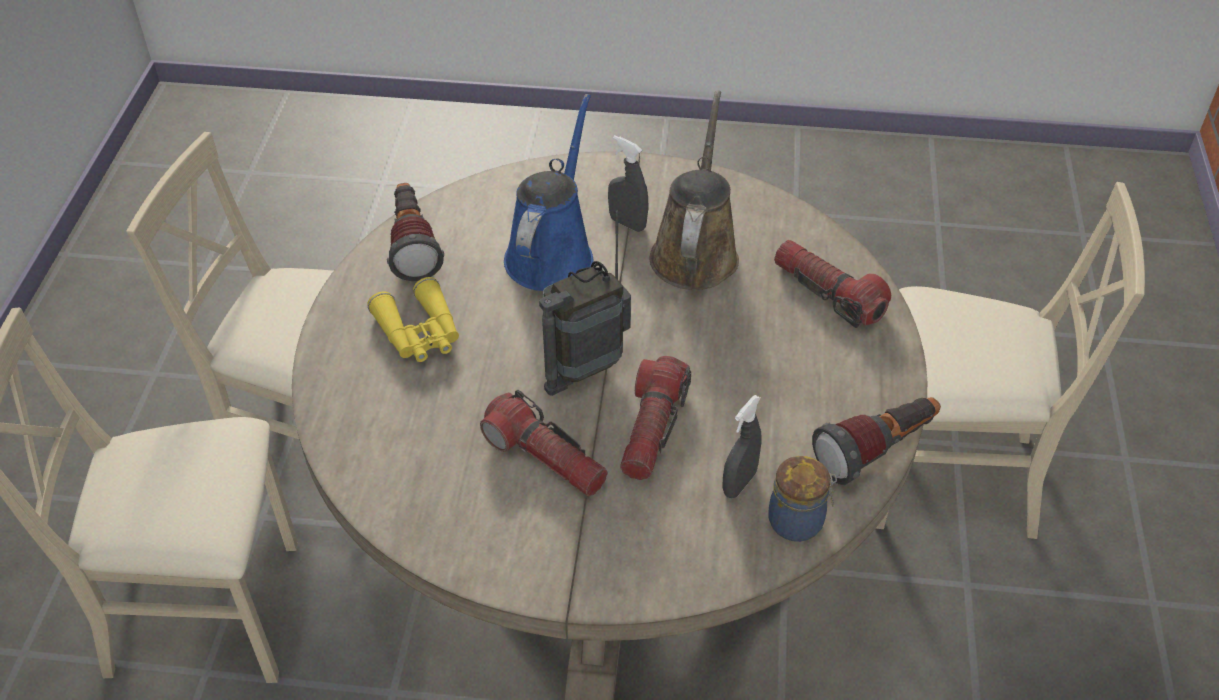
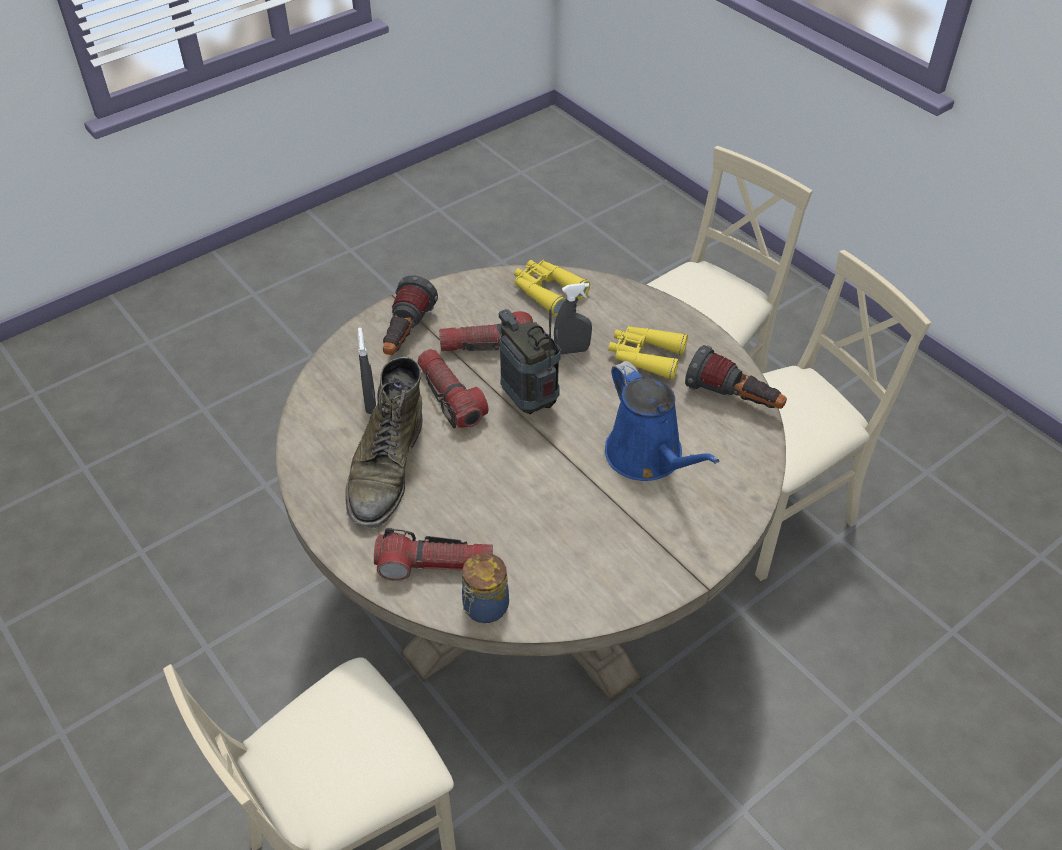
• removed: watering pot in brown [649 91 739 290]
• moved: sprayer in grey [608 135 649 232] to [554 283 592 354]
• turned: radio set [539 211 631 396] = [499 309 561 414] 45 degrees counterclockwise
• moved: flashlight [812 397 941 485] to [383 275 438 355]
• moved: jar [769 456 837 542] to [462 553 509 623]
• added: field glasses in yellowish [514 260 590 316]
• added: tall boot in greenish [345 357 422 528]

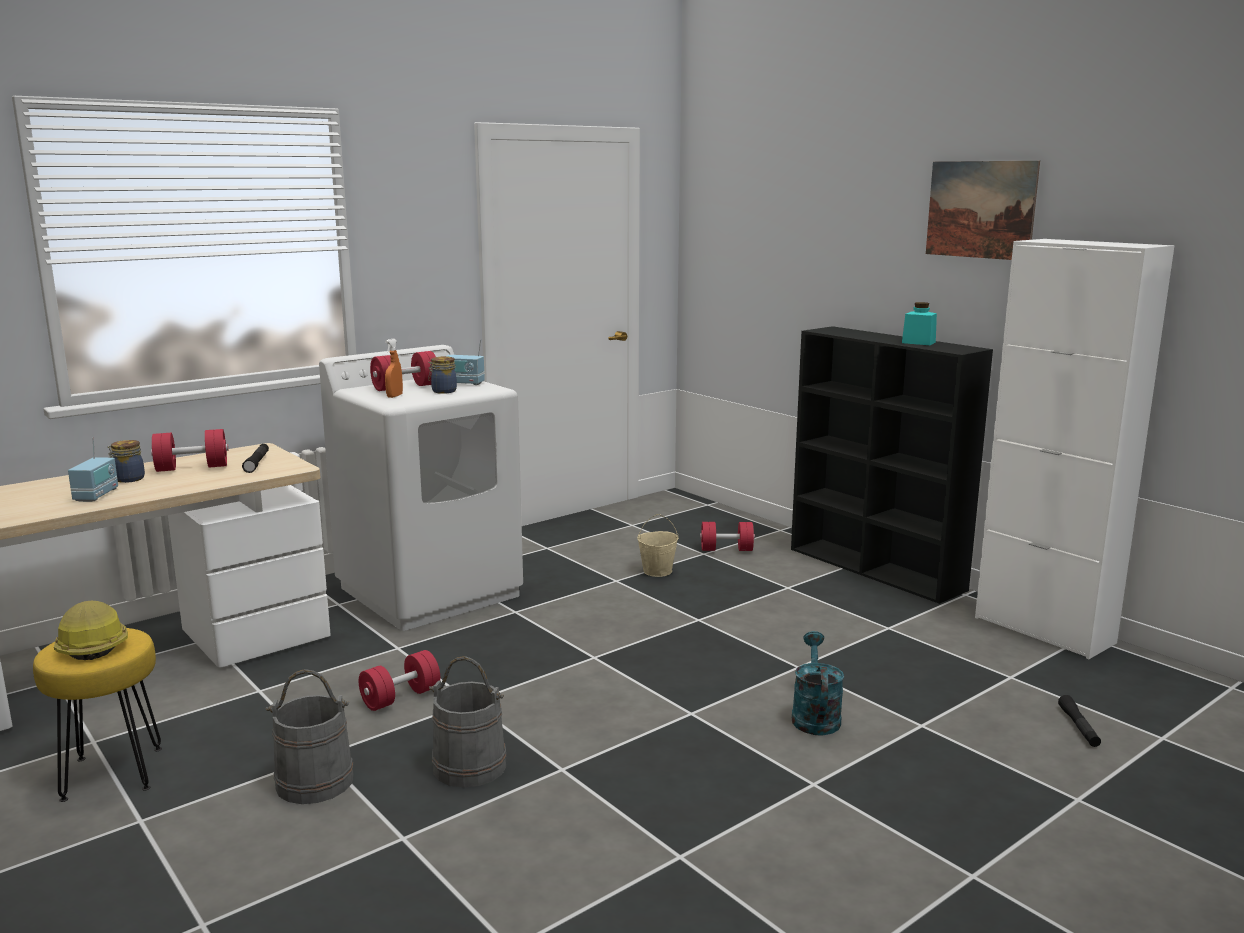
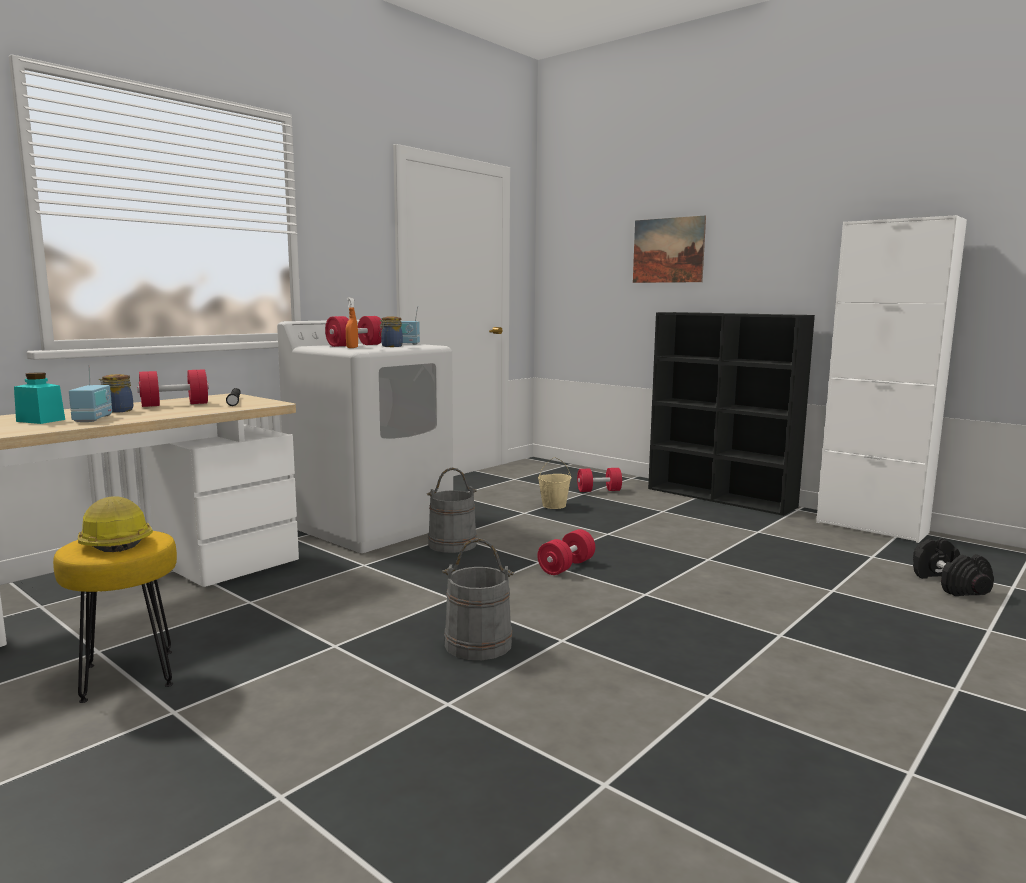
• moved: wall art [926 161 1040 260] to [633 216 706 283]
• moved: jar in blue-green [902 302 937 345] to [14 372 65 424]
• removed: watering pot in blue-green [792 631 844 735]
• moved: free weight in reddish [359 650 440 711] to [537 529 595 575]
• moved: bucket in grey [266 669 354 804] to [427 468 477 553]
• replaced: flashlight in black-coloured [1058 695 1101 747] to free weight in black-coloured [913 538 994 596]

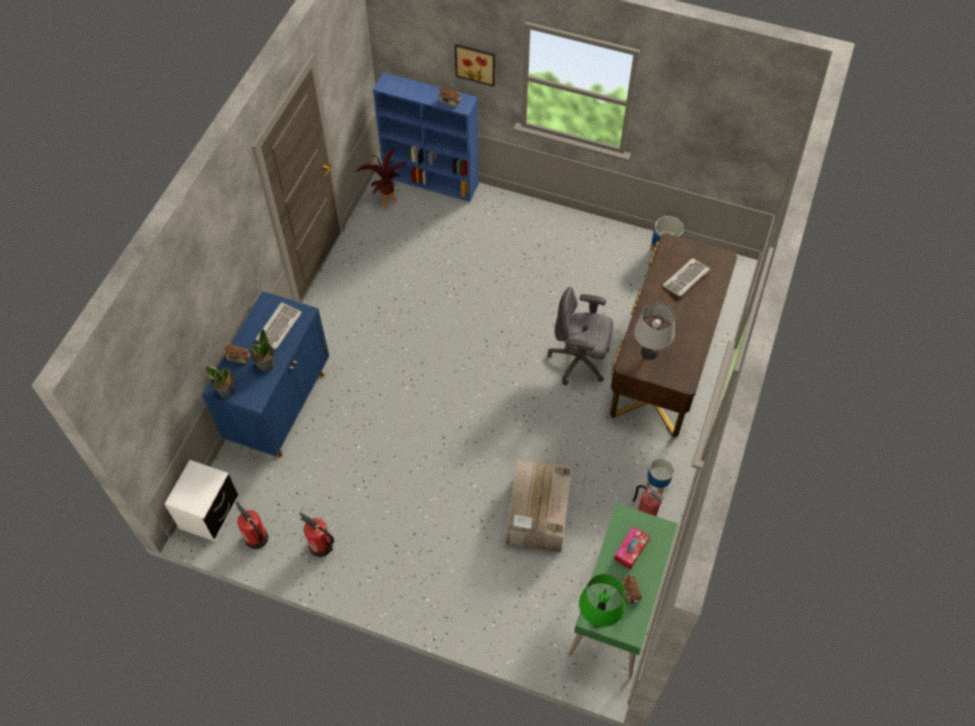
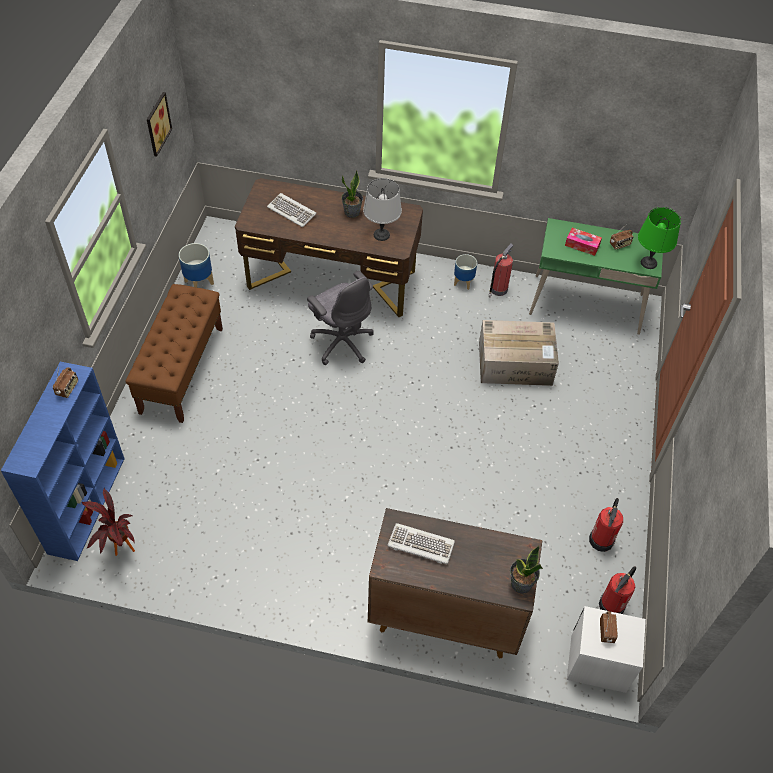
• moved: wall art [455 44 495 87] to [147 92 172 157]
• turned: desk chair in grey [547 287 613 385] = [307 271 374 365] 45 degrees counterclockwise
• recoloured: cabinet in blue [202 291 329 457] to cabinet in brown [368 508 542 658]
• moved: houseplant [250 329 275 371] to [341 171 363 218]
• moved: radio set [224 342 250 364] to [600 611 618 643]
• added: indoor bench in brown [126 284 223 423]

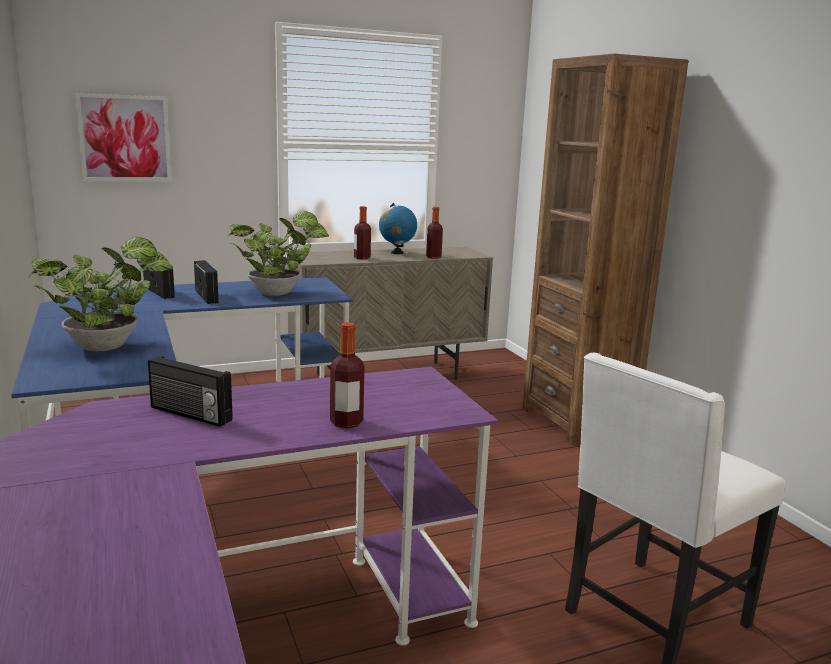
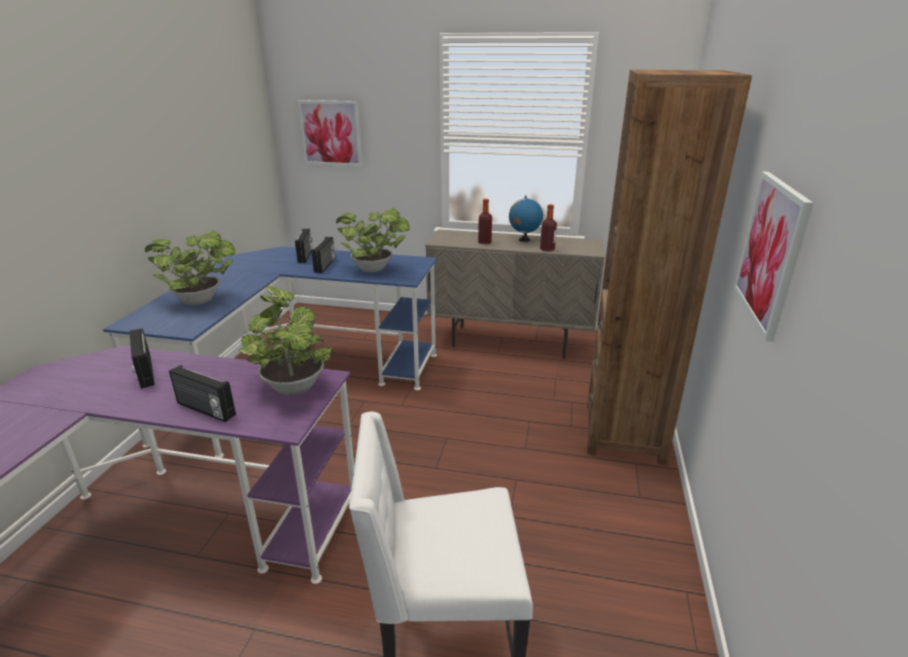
• replaced: drink bottle [330 322 364 428] to radio set [169 365 236 422]
• added: wall art [734 172 813 342]
• added: houseplant [239 286 334 396]

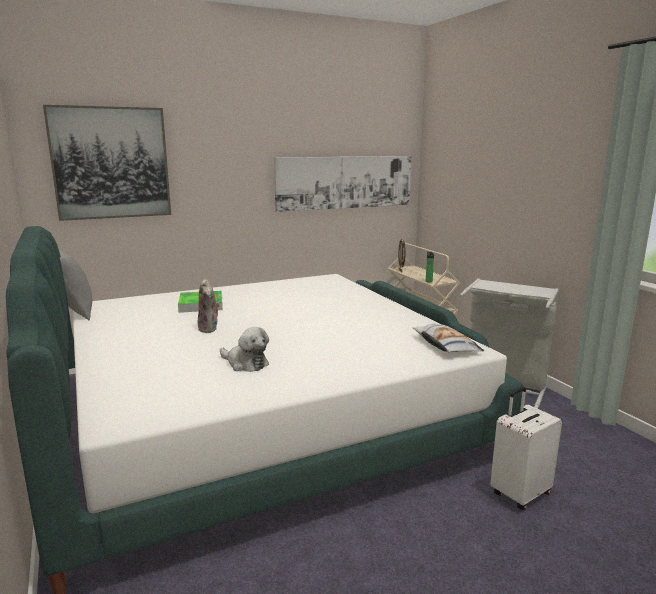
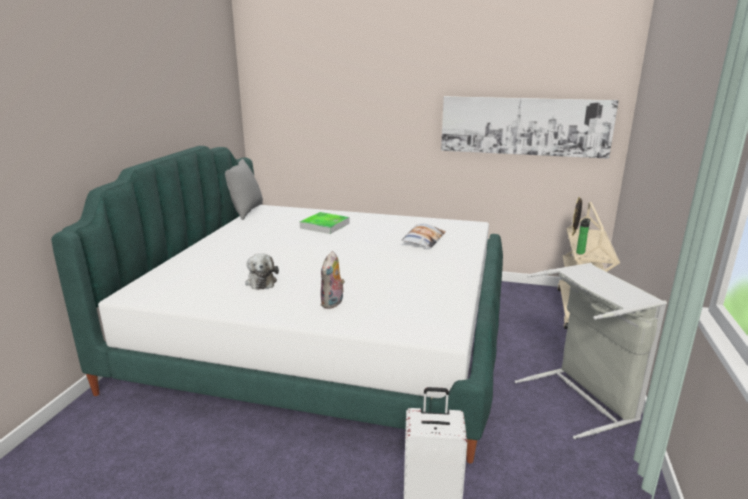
• removed: wall art [43 105 171 221]
• moved: plush toy [197 279 220 333] to [320 251 345 309]
• moved: cushion [412 324 484 352] to [401 224 446 248]

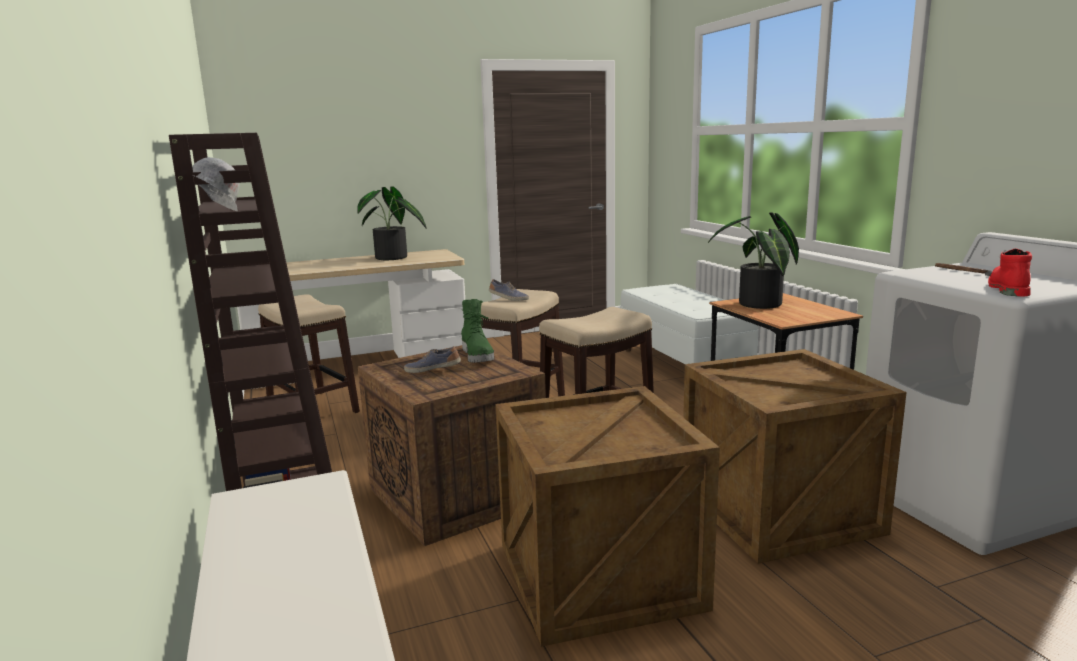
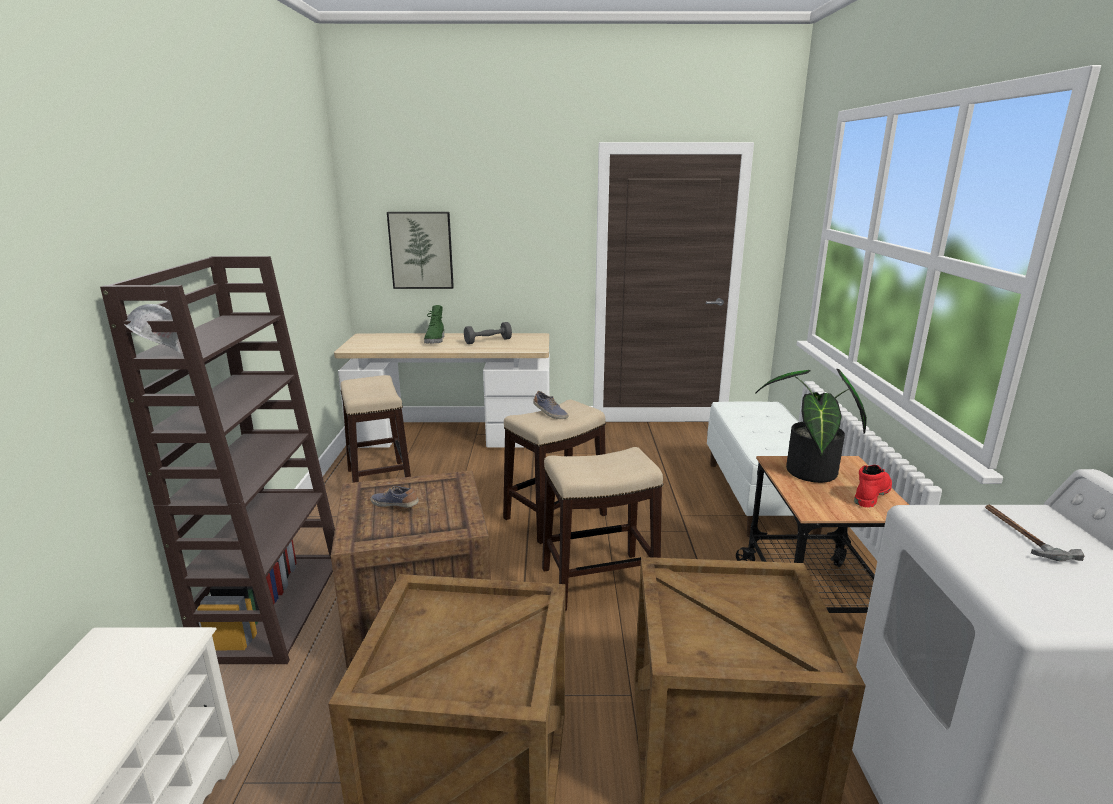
• replaced: houseplant [358 187 426 260] to free weight in grey [464 322 512 344]
• moved: tall boot in reddish [988 249 1032 297] to [854 465 892 508]
• moved: tall boot in greenish [461 299 494 363] to [424 305 444 343]
• added: wall art [387 212 454 289]

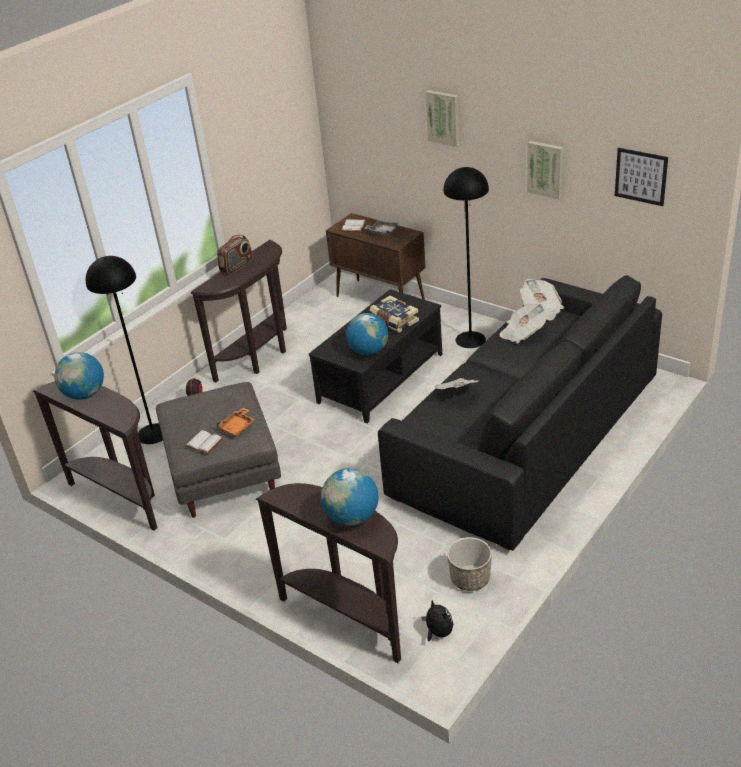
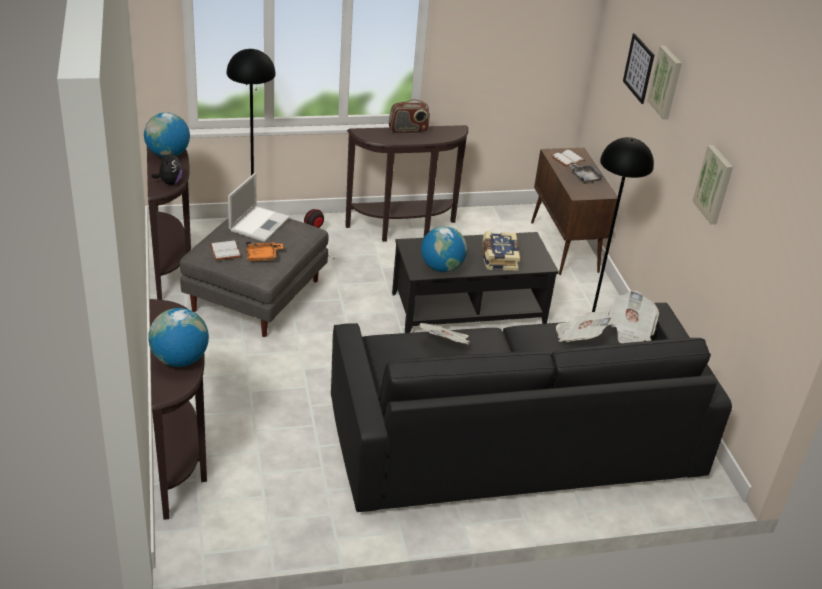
• moved: wall art [615 148 668 206] to [623 33 654 104]
• removed: planter [447 537 492 591]
• moved: plush toy [422 600 453 641] to [151 150 183 185]
• added: portable computer [228 173 290 242]

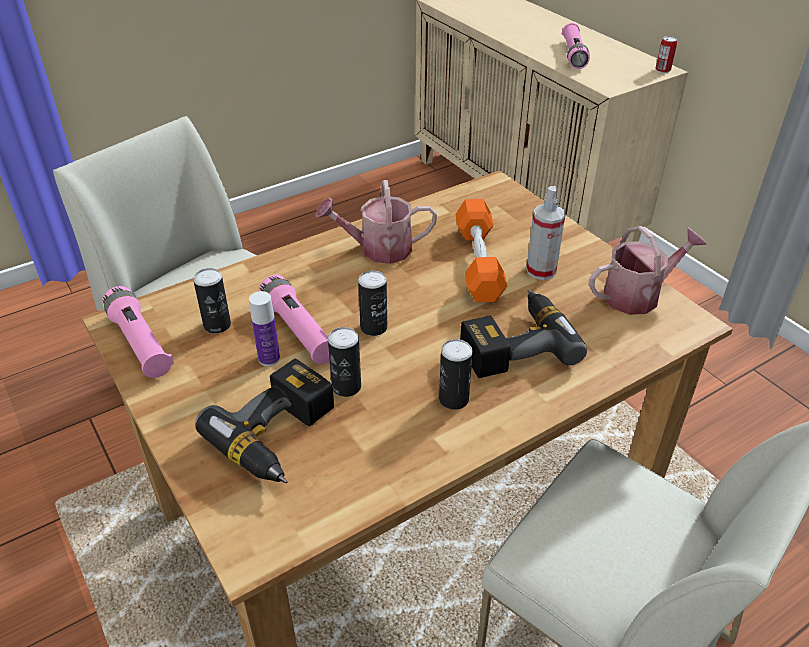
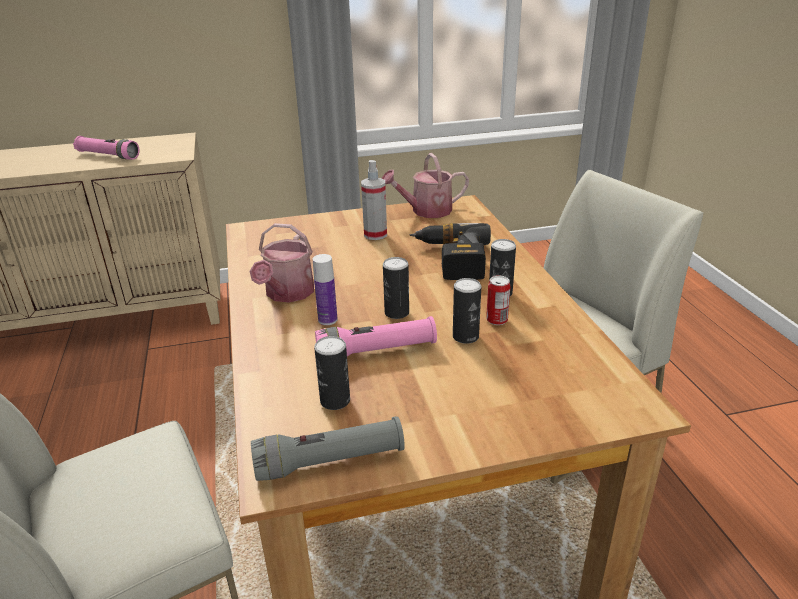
• moved: can [656 36 677 73] to [486 276 510 325]
• removed: free weight in orangey [455 199 507 302]
• turned: watering pot [589 226 707 315] = [382 153 469 218] 105 degrees counterclockwise
• recoloured: flashlight in pink [102 286 174 378] to flashlight in grey [251 416 405 481]
• moved: drink bottle [249 291 280 366] to [313 254 338 325]
• removed: electric drill [195 358 334 484]

